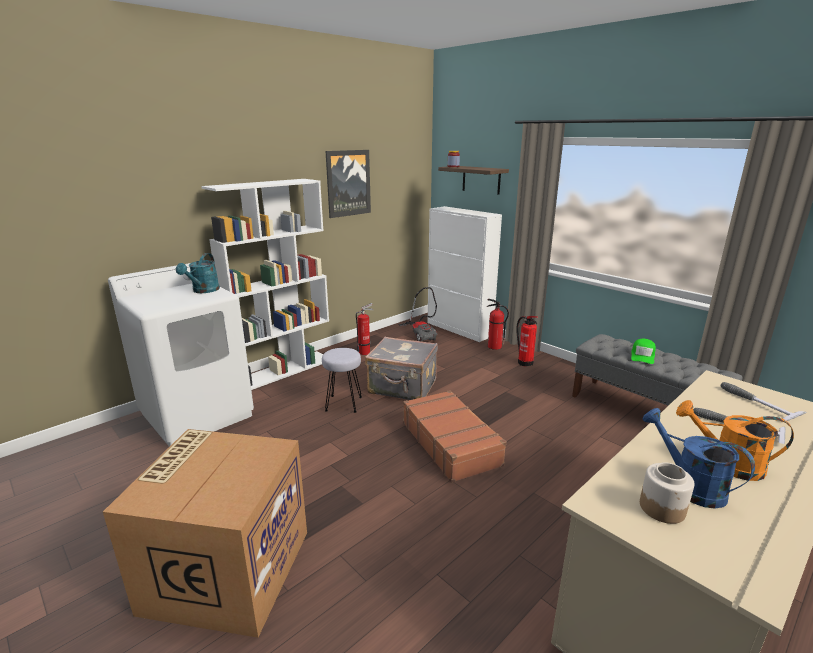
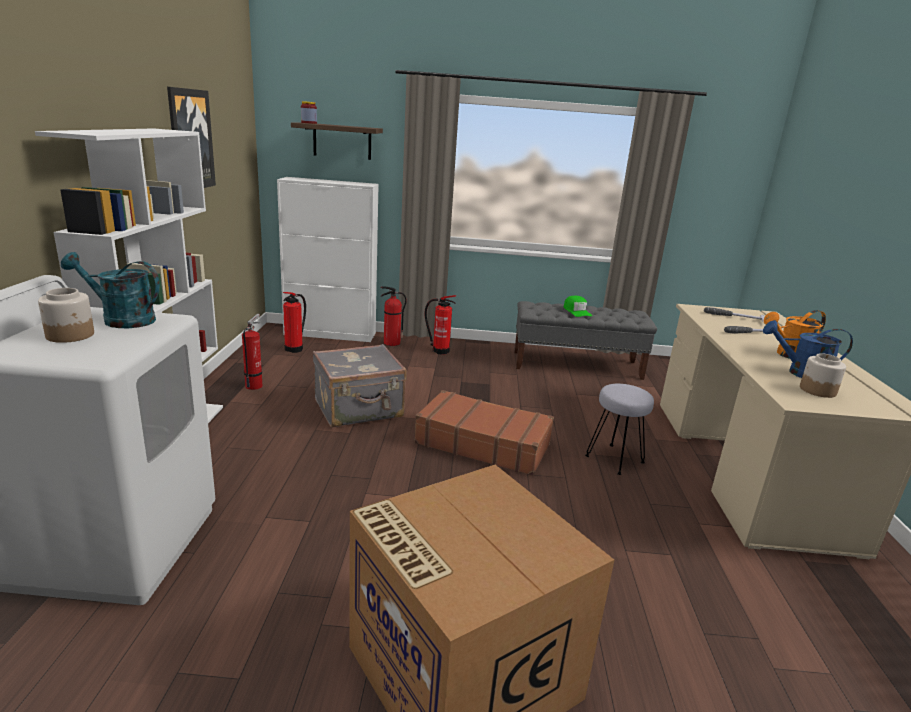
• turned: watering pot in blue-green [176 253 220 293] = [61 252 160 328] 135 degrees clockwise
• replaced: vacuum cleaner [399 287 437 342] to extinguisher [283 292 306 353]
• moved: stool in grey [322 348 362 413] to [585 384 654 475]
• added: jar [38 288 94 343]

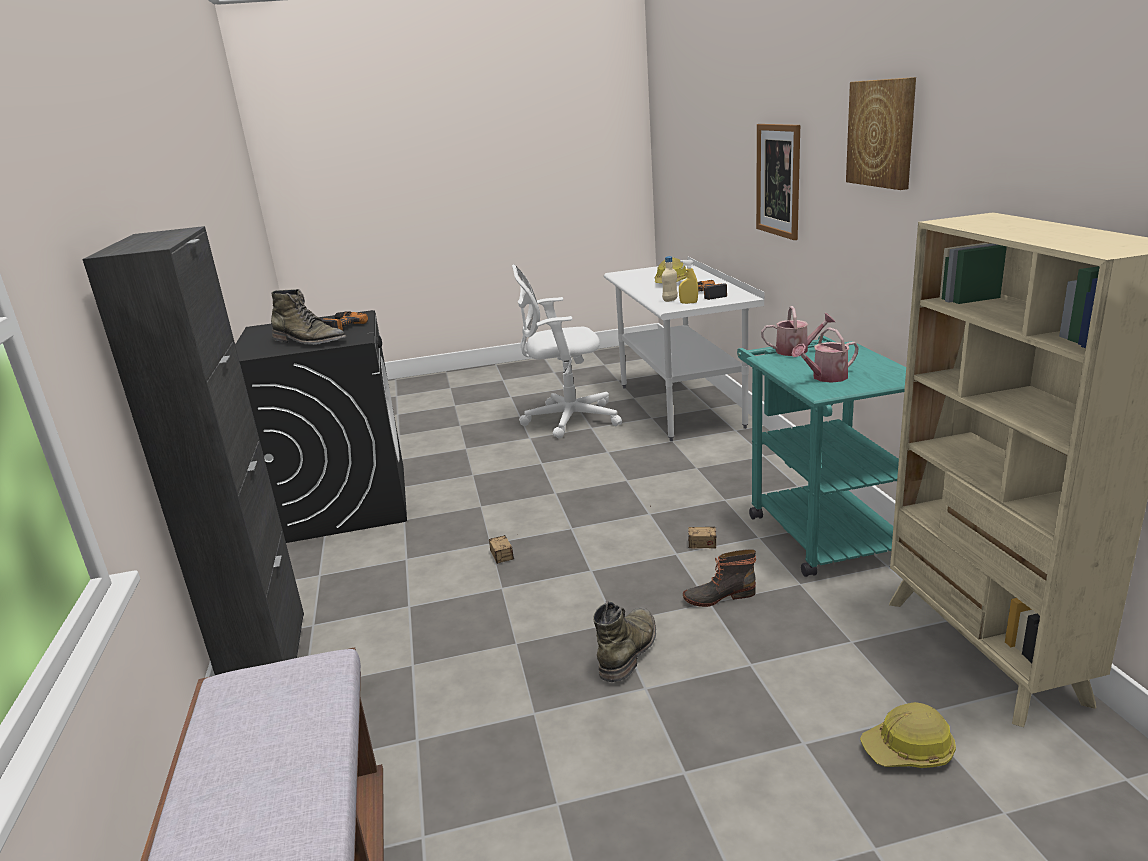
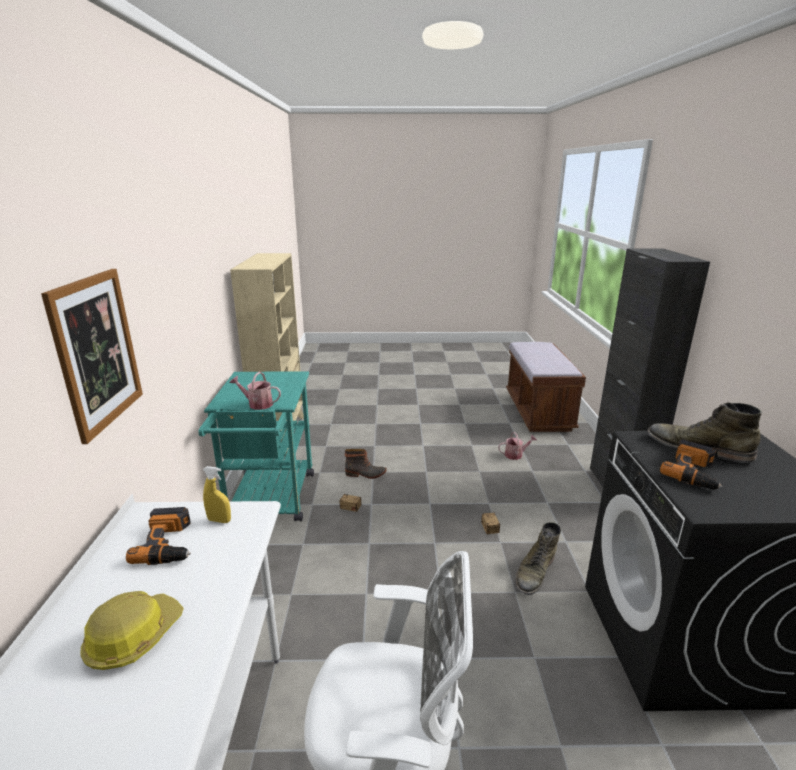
• removed: wall art [846 77 916 190]
• removed: drink bottle in sand-coloured [662 256 678 302]
• moved: watering pot [792 327 859 383] to [498 432 537 460]
• moved: tall boot in greenish [593 601 656 682] to [515 522 561 595]
• removed: hard hat [860 702 956 768]

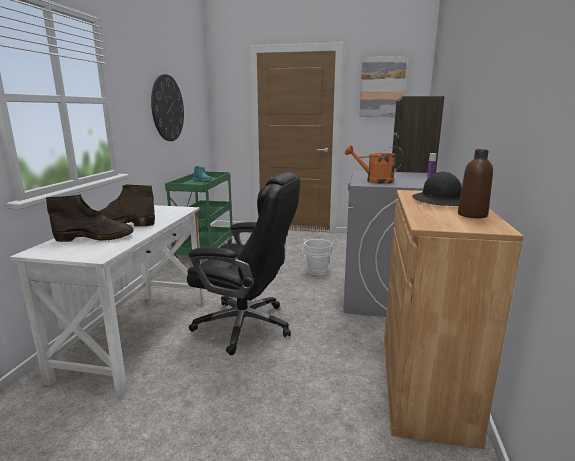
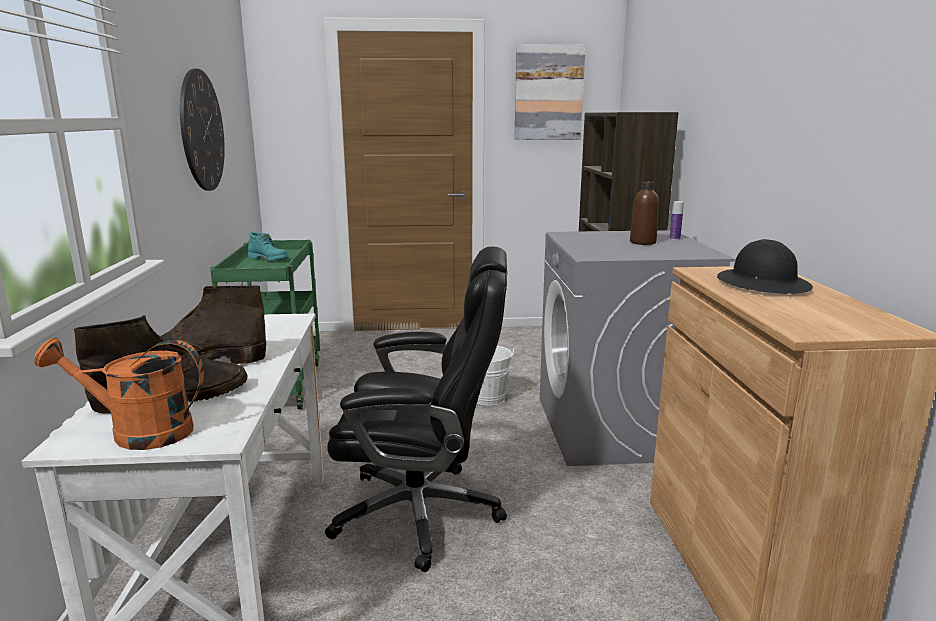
• moved: watering pot in orangey [345 145 403 184] to [34 338 204 450]
• moved: drink bottle in brown [458 149 493 218] to [630 181 659 245]

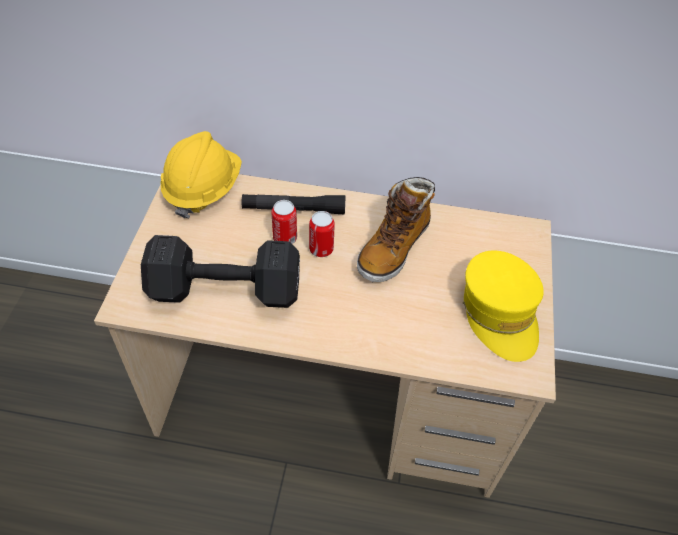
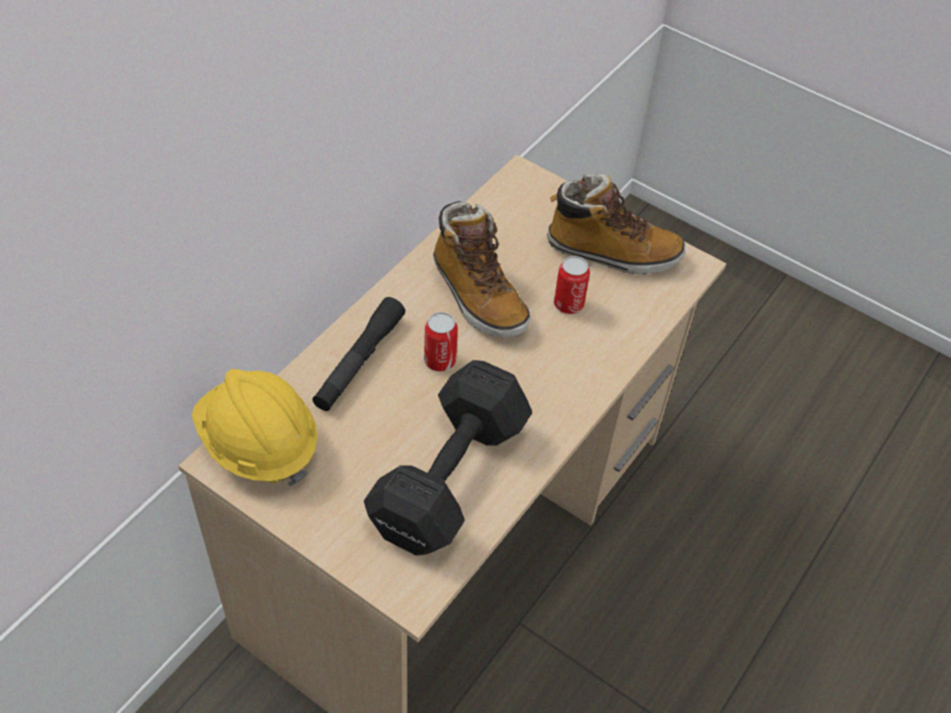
• moved: can [272 200 297 244] to [554 256 590 314]
• replaced: baseball cap in yellowish [463 250 544 362] to tall boot [547 173 686 275]

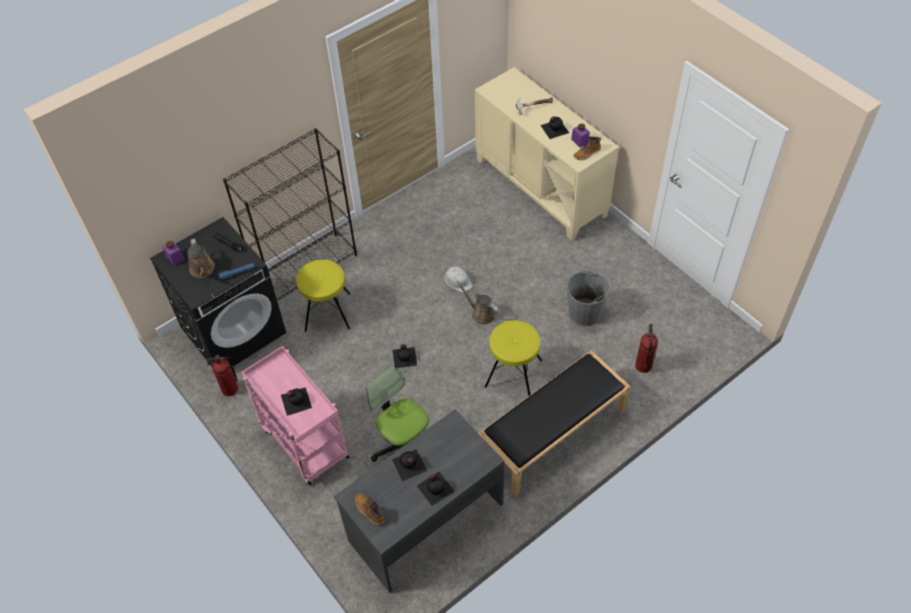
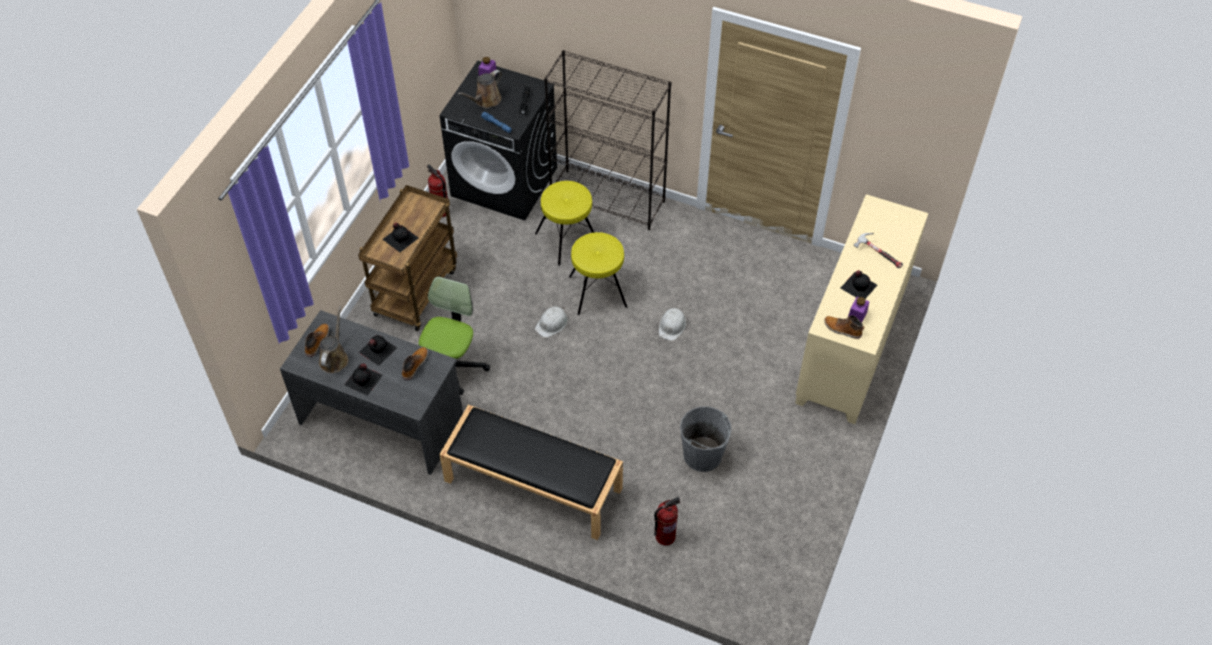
• moved: watering pot in brown [457 281 499 325] to [319 306 349 373]
• moved: stool in yellowish [485 320 542 396] to [569 232 627 315]
• replaced: drink bottle in black-coloured [393 344 417 368] to hard hat in whitish [535 307 568 338]
• recoloured: wheeled cart in pink [242 346 350 486] to wheeled cart in brown [358 185 457 331]
• added: tall boot [402 347 428 380]

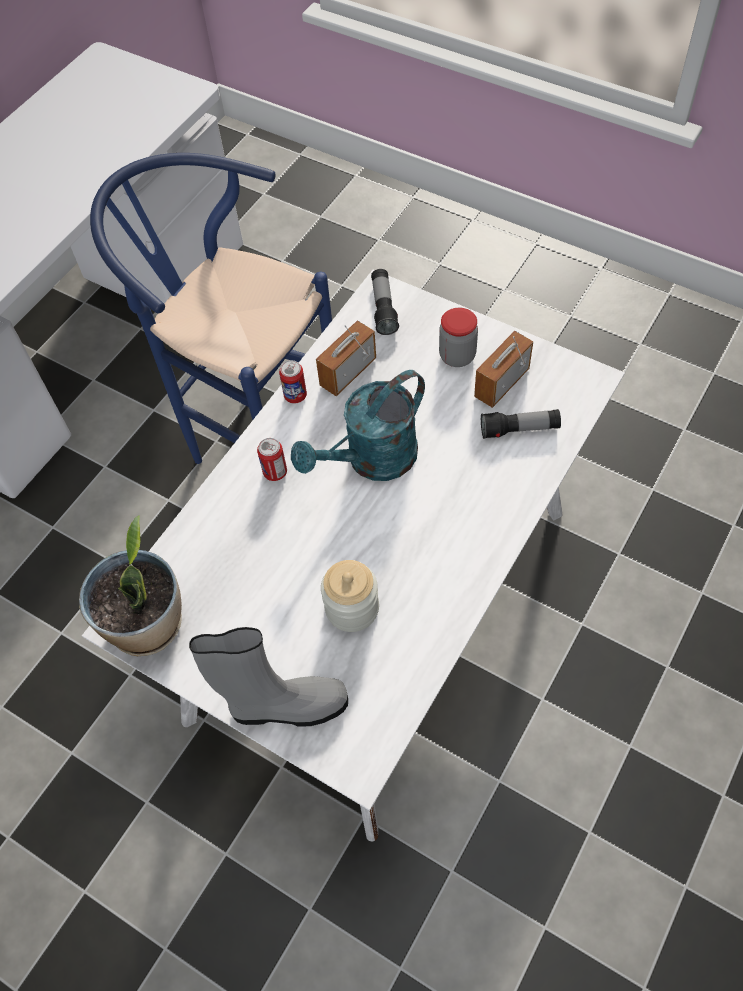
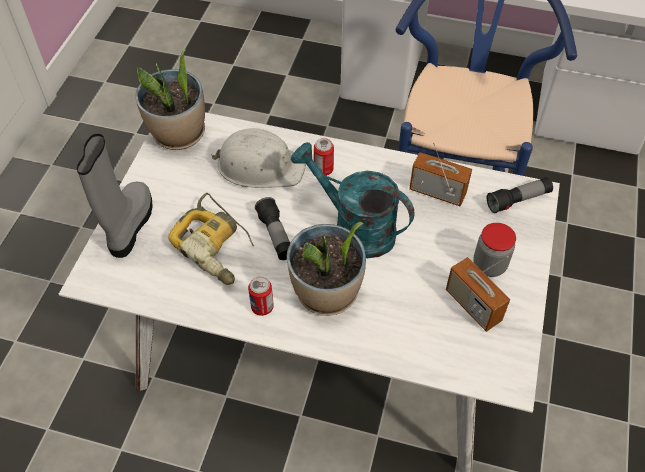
• turned: radio set [474 331 533 408] = [446 256 510 332] 150 degrees counterclockwise
• moved: can [279 360 307 403] to [248 276 274 316]
• moved: flashlight [481 409 561 439] to [255 197 290 260]
• replaced: jar [321 560 379 632] to electric drill [168 193 254 285]
• turned: tall boot in grey [189 627 348 727] = [77 134 153 258] 150 degrees counterclockwise
• added: hard hat in whitish [211 128 306 188]
• added: houseplant [287 222 366 316]

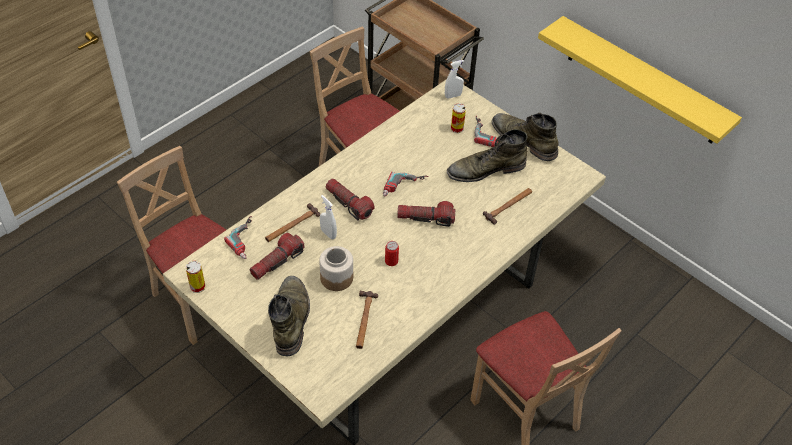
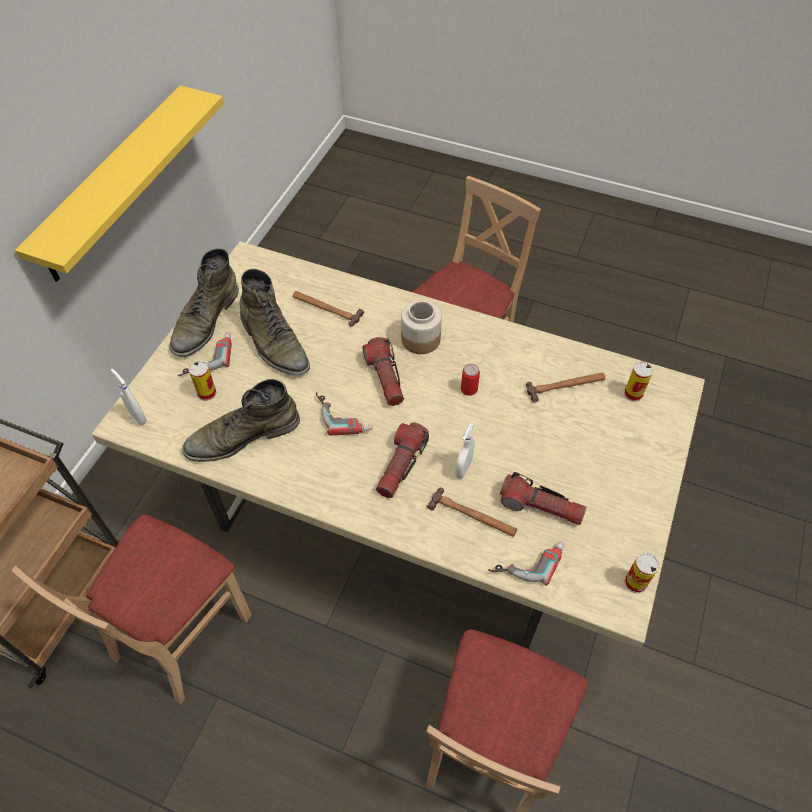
• moved: jar [319 246 353 291] to [401 300 442 354]
• moved: tall boot in greenish [268 276 310 356] to [182 379 300 462]
• added: can [624 361 653 402]

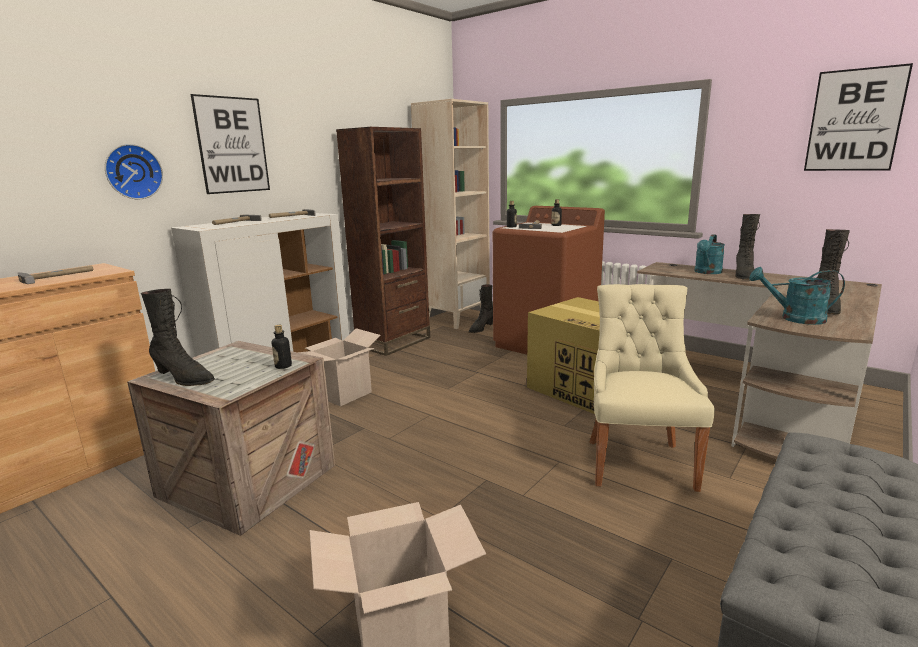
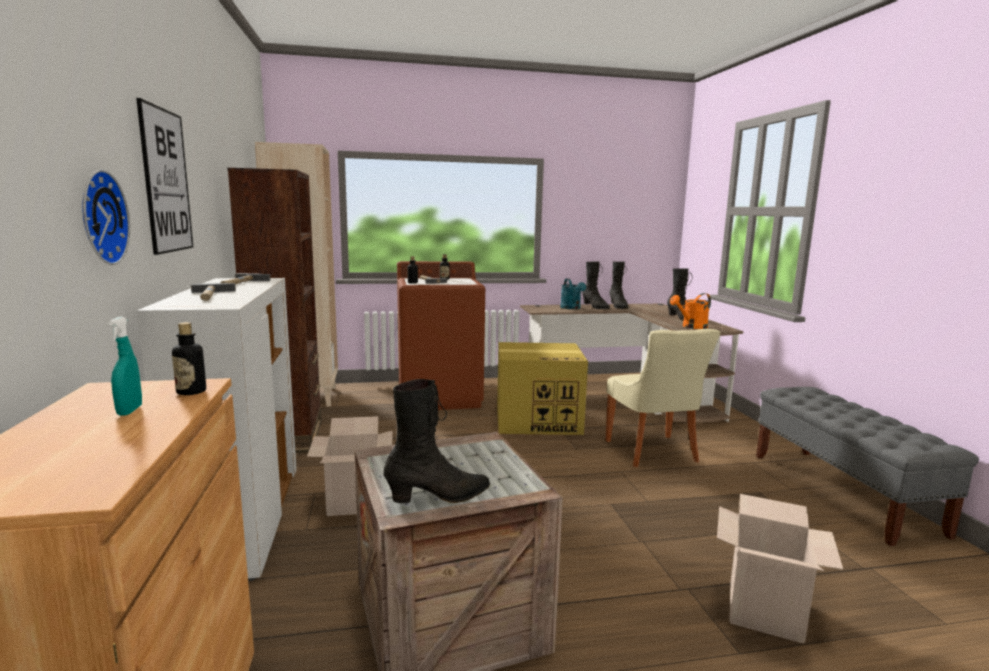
• removed: wall art [804 63 913 171]
• replaced: hammer [18 265 93 284] to sprayer in blue-green [109 317 142 416]
• recoloured: watering pot in blue-green [749 267 845 325] to watering pot in orangey [670 293 711 329]
• moved: tall boot in black-coloured [469 284 493 333] to [609 262 629 309]
• turned: plain chair in sand-coloured [589 284 715 492] = [606 329 721 467] 150 degrees counterclockwise
• moved: drink bottle [272 325 292 369] to [172 322 206 395]

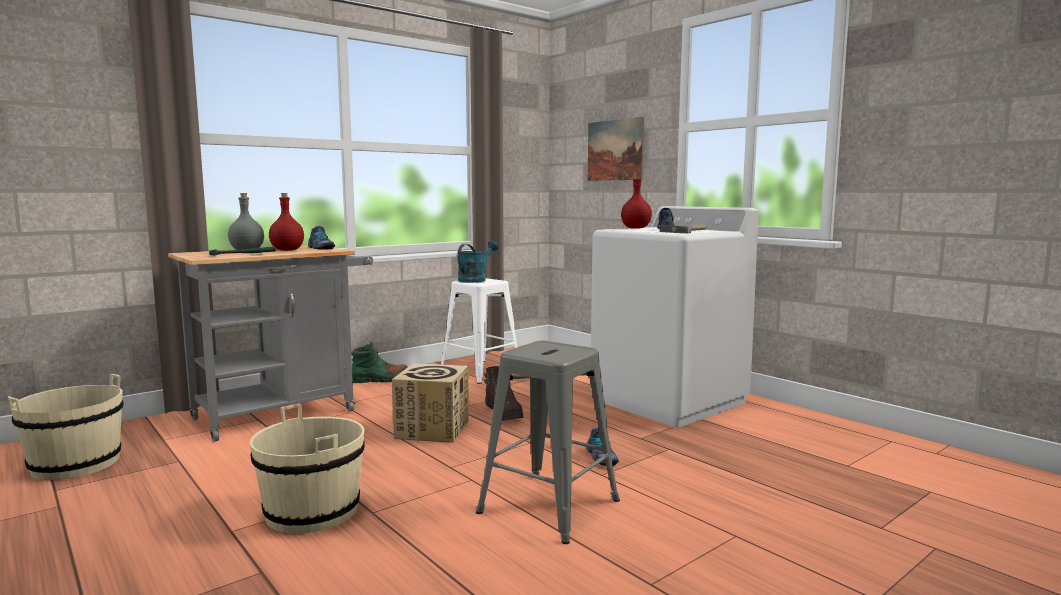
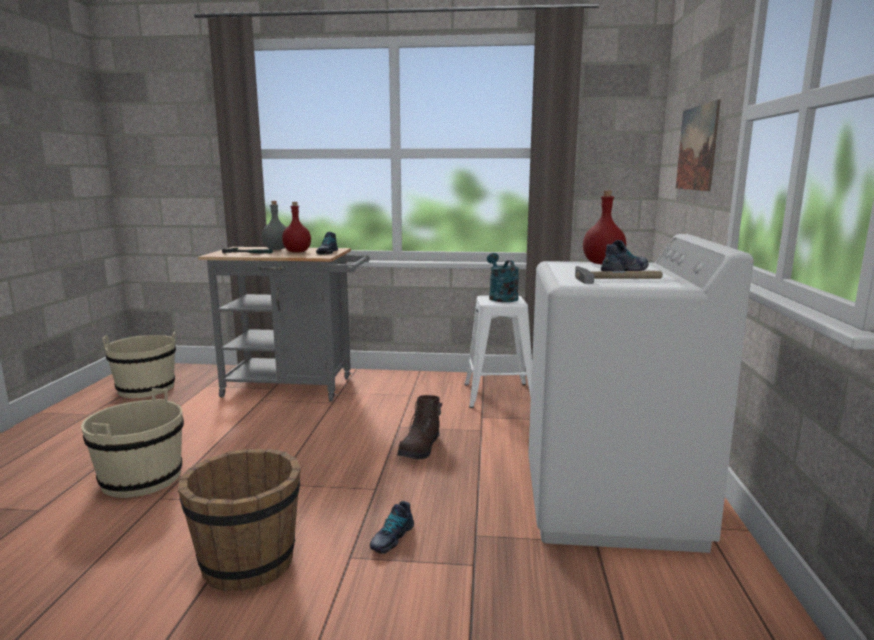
• turned: watering pot in blue-green [457 240 498 283] = [487 253 519 302] 90 degrees counterclockwise
• replaced: stool in grey [476 340 620 544] to bucket in brown [178 449 300 591]
• removed: tall boot in greenish [351 342 407 384]
• removed: carton [392 363 469 443]

